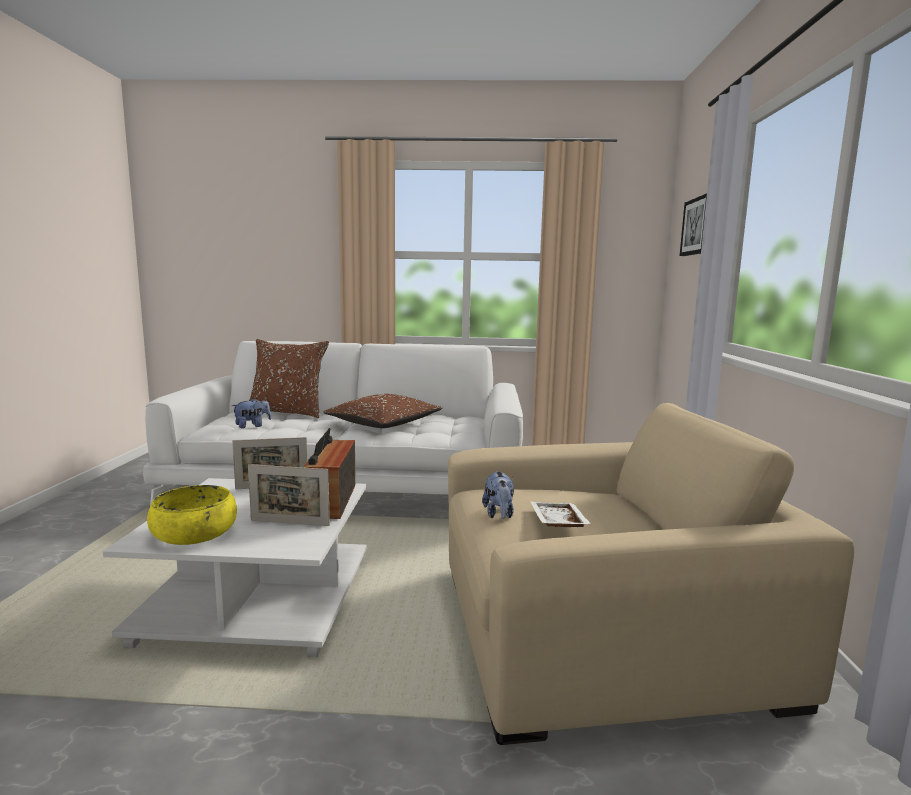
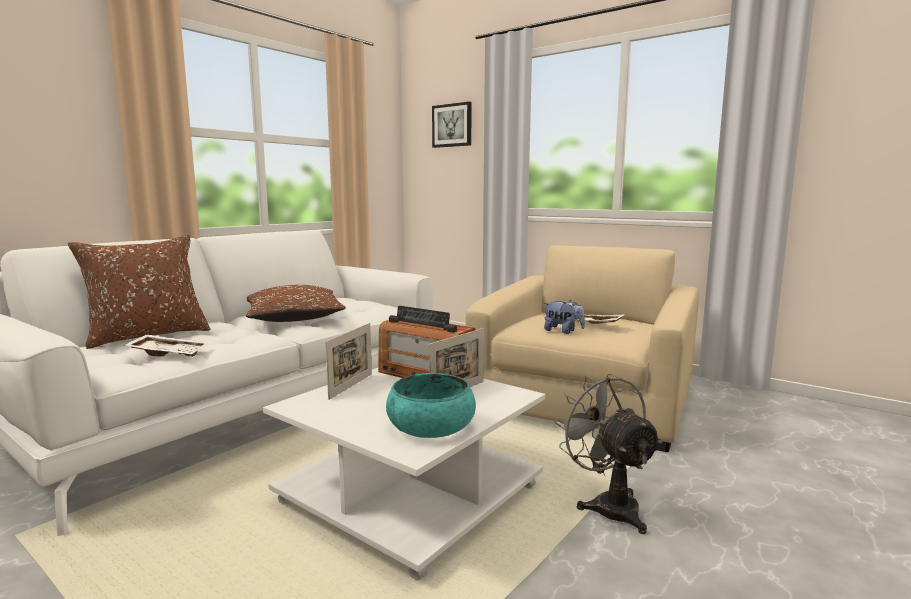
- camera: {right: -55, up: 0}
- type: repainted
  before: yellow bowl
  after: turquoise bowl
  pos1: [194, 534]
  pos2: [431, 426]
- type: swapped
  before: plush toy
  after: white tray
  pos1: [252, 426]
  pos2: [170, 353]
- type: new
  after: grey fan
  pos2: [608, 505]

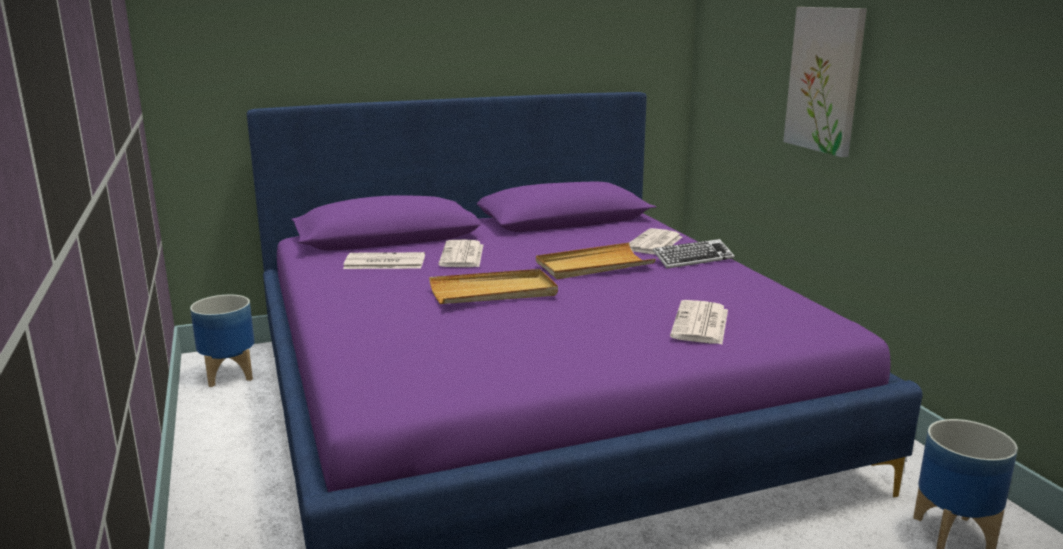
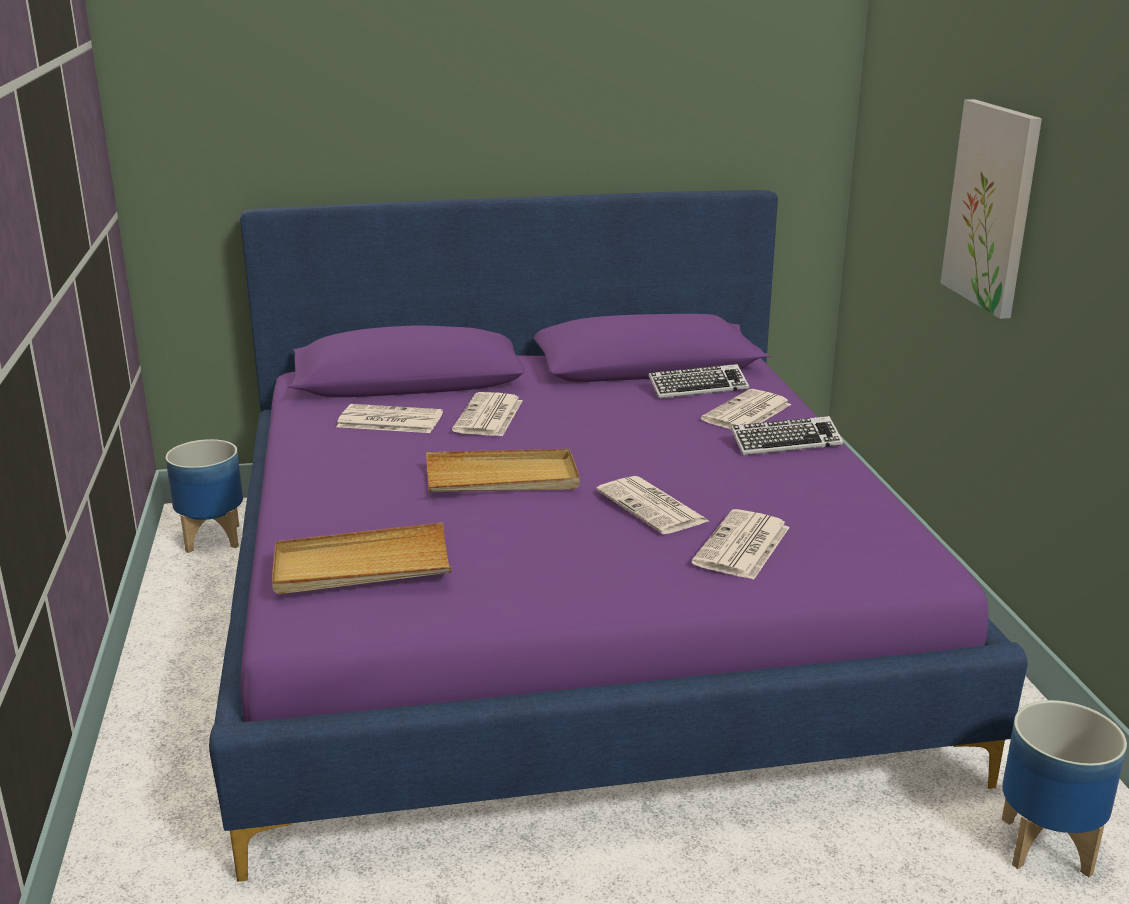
- camera: {right: 10, up: 5}
- type: shifted
  before: beige tray
  pos1: [593, 265]
  pos2: [361, 566]
- type: new
  after: newspaper
  pos2: [653, 507]
- type: new
  after: keyboard
  pos2: [698, 388]

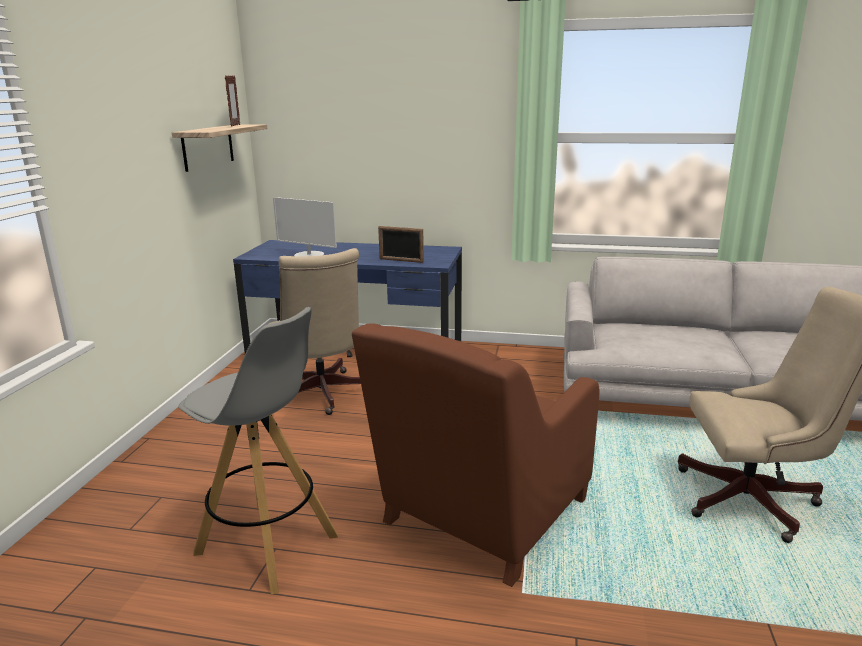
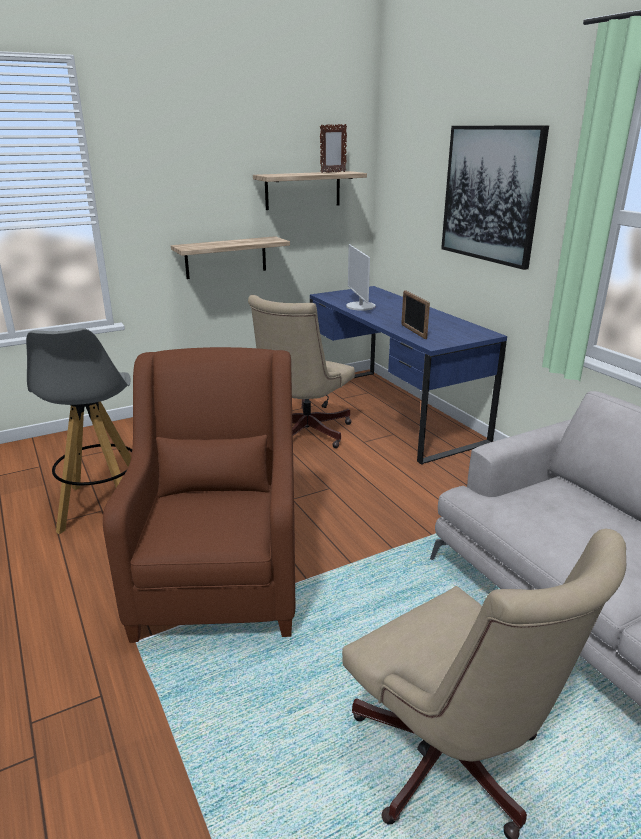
- camera: {right: 50, up: 5}
- type: rotated
  before: brown armchair
  pos1: [481, 515]
  pos2: [220, 577]
  turn: 90
- type: new
  after: shelf
  pos2: [226, 257]
- type: new
  after: picture
  pos2: [491, 194]

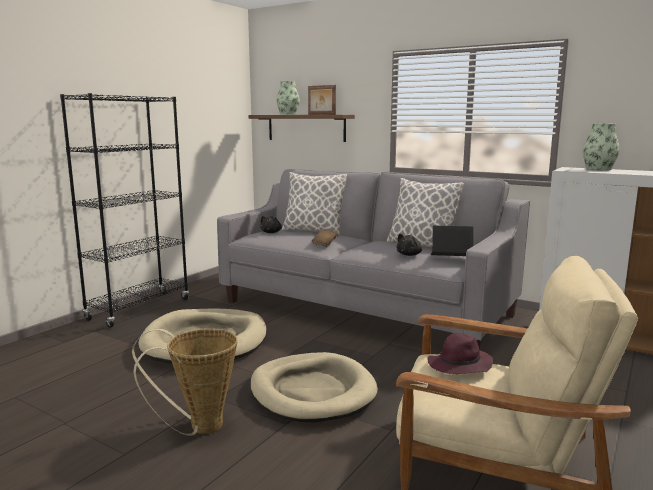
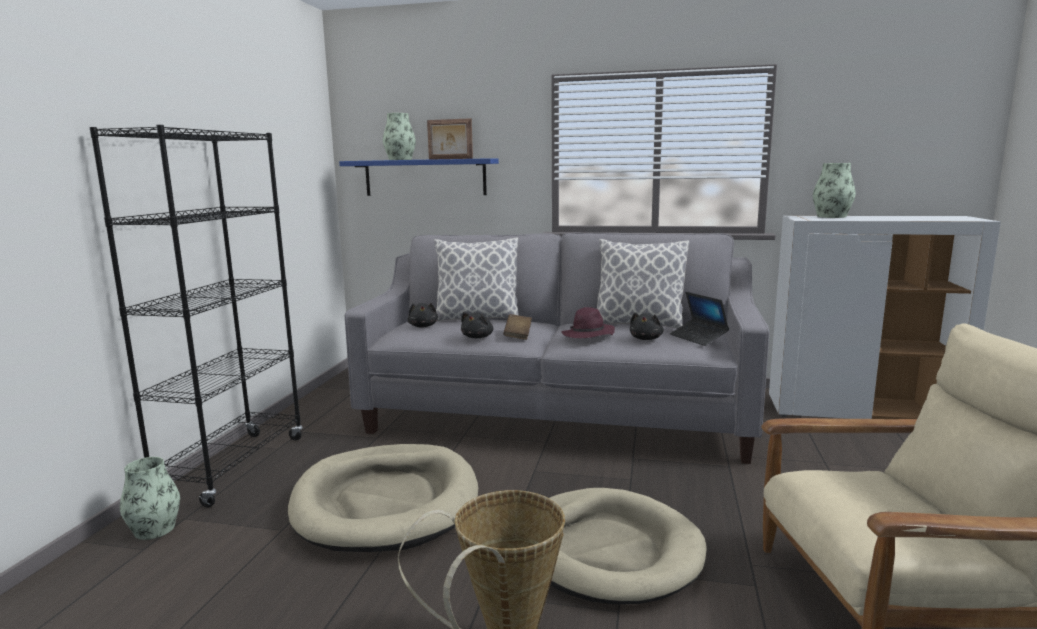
- camera: {right: -20, up: 0}
- type: repainted
  before: brown shelf
  after: blue shelf
  pos1: [306, 128]
  pos2: [425, 177]
- type: shifted
  before: purple hat
  pos1: [459, 366]
  pos2: [588, 335]
- type: rotated
  before: laptop
  pos1: [450, 258]
  pos2: [698, 338]
  turn: -105
- type: new
  after: vase
  pos2: [154, 529]
- type: new
  after: black plush toy
  pos2: [478, 337]

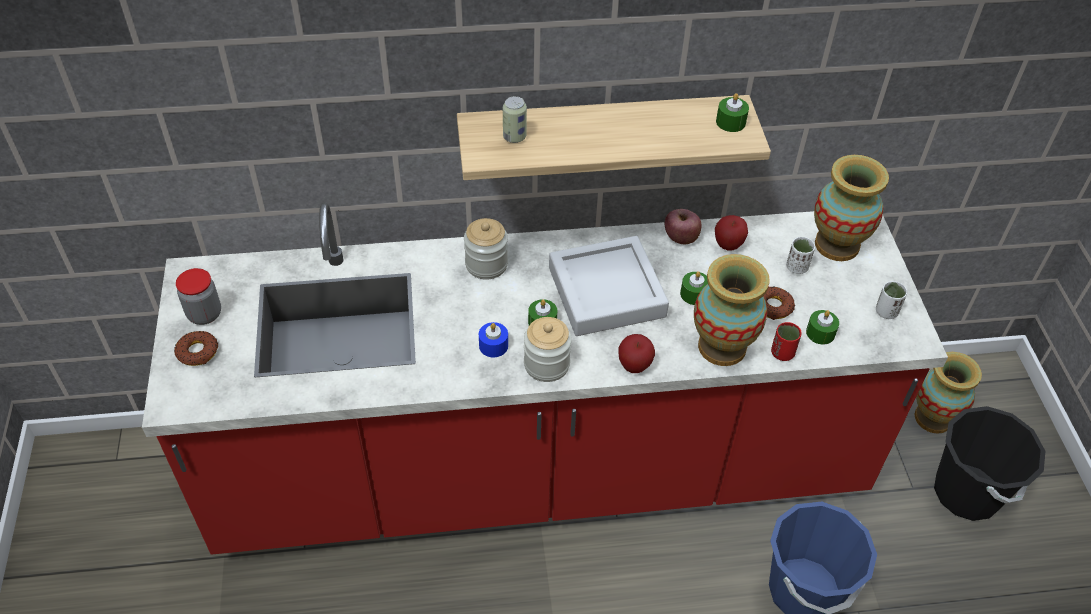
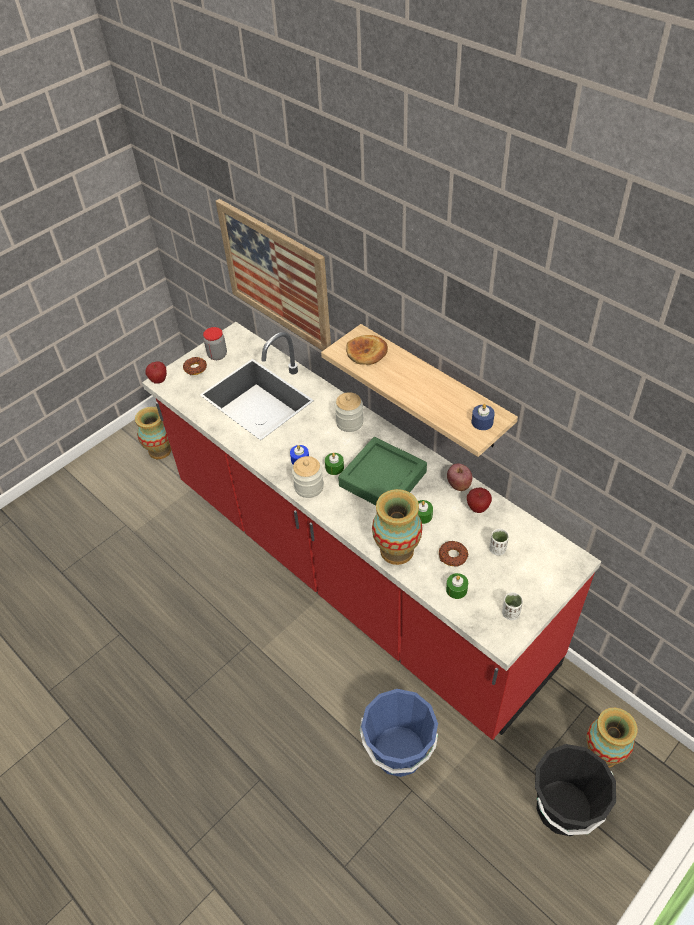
- camera: {right: 55, up: 0}
- type: swapped
  before: can
  after: bread
  pos1: [514, 137]
  pos2: [366, 352]
- type: repainted
  before: grey tray
  after: green tray
  pos1: [606, 292]
  pos2: [382, 479]
- type: shifted
  before: apple
  pos1: [634, 366]
  pos2: [159, 380]
- type: repainted
  before: green candle
  after: blue candle
  pos1: [730, 122]
  pos2: [482, 422]
- type: gone
  before: red cup
  pos1: [782, 353]
- type: shifted
  before: vase
  pos1: [837, 245]
  pos2: [160, 451]
- type: new
  after: picture
  pos2: [276, 276]

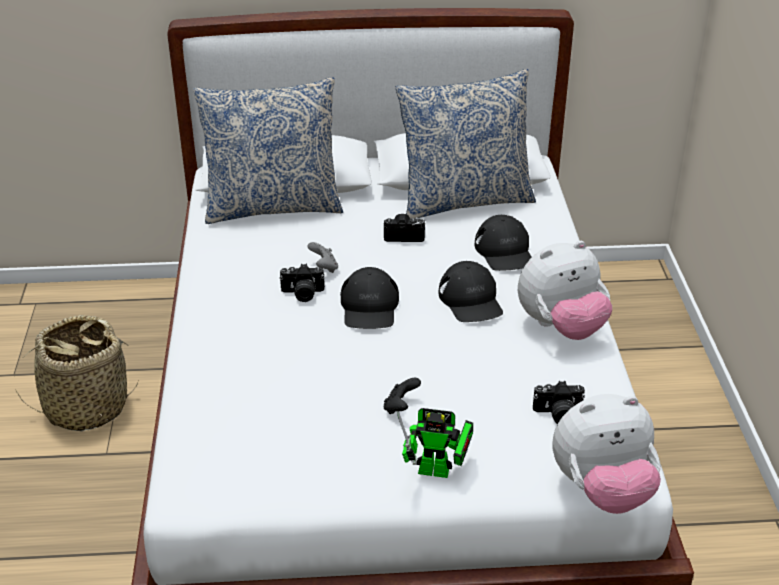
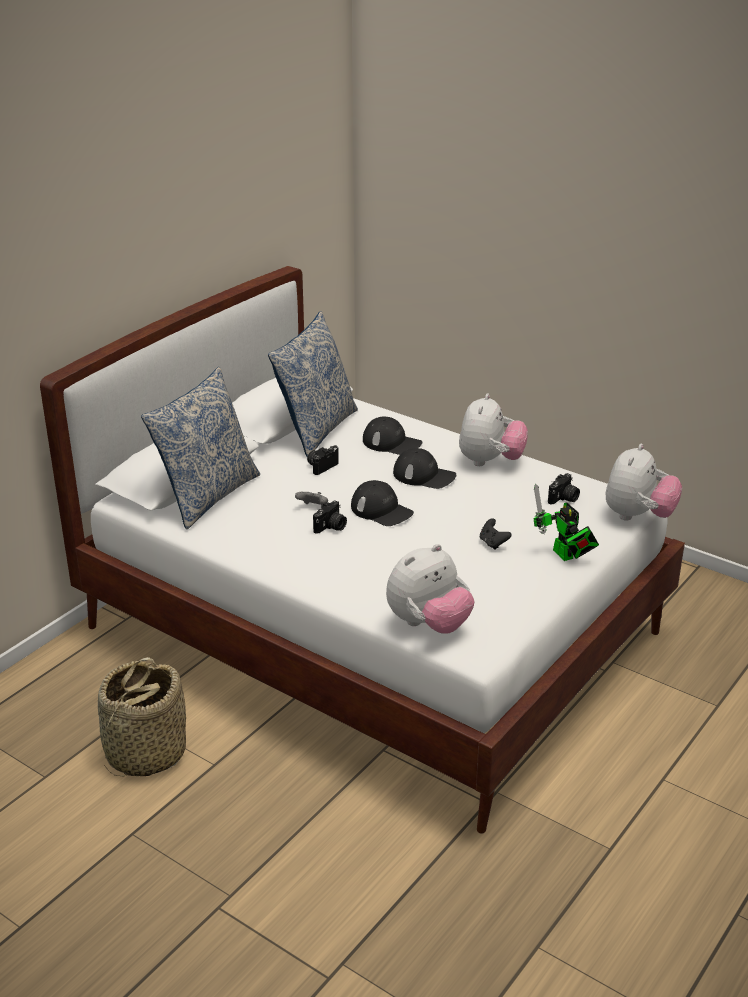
- camera: {right: -50, up: -5}
- type: rotated
  before: toy robot
  pos1: [439, 471]
  pos2: [565, 556]
  turn: 105
- type: new
  after: plush toy
  pos2: [428, 624]

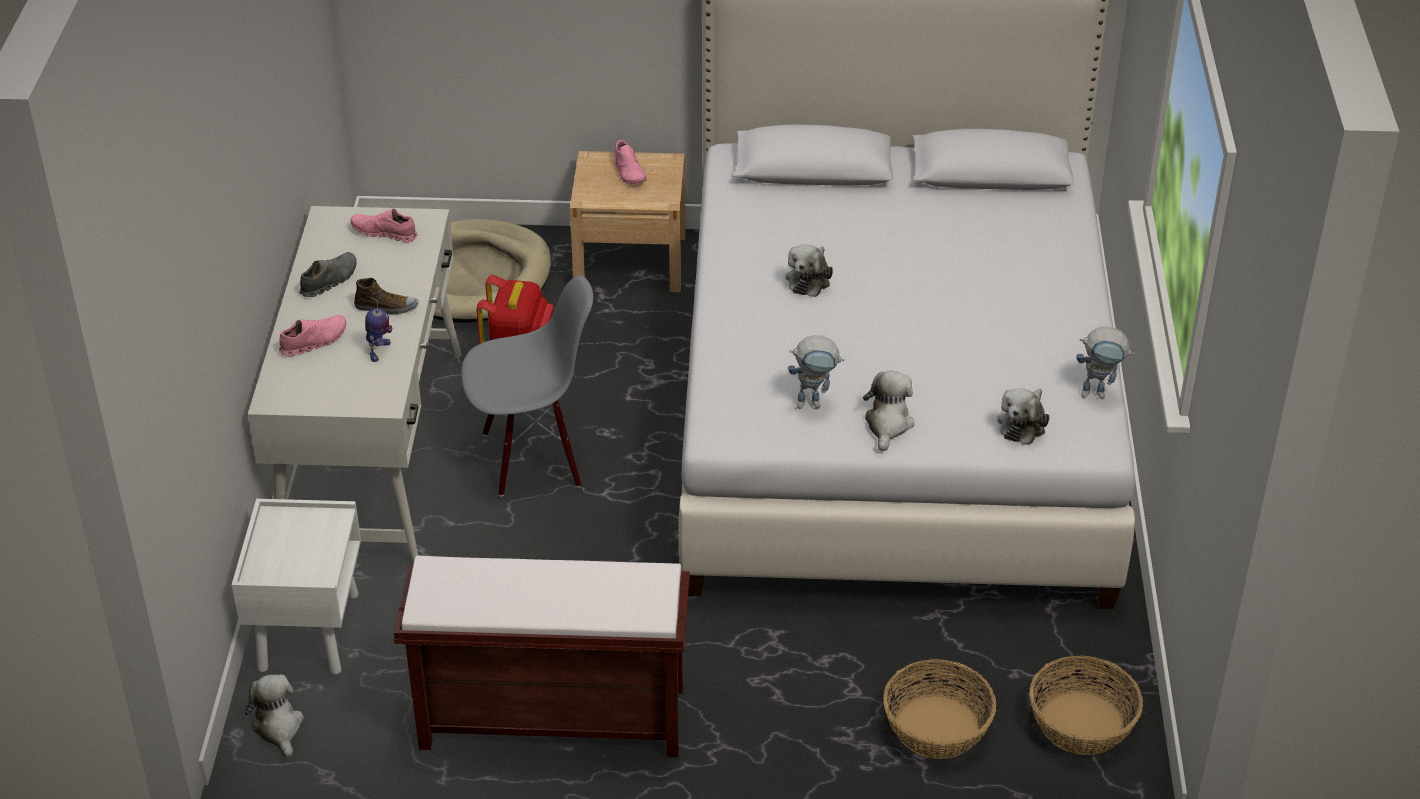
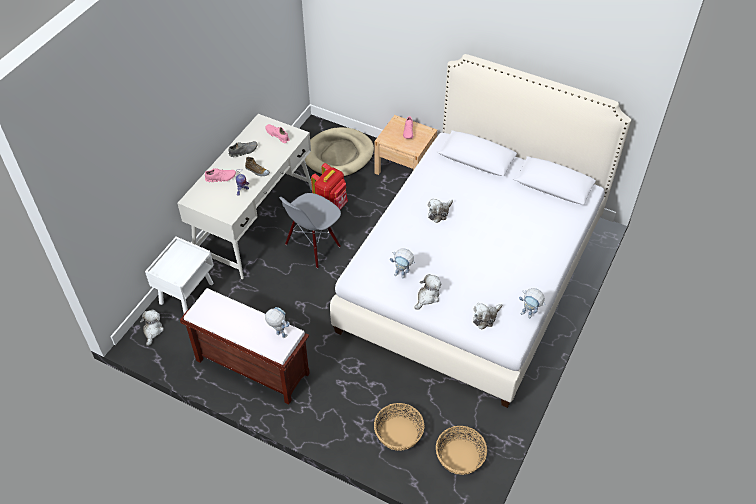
- camera: {right: 25, up: 10}
- type: rotated
  before: grey chair
  pos1: [532, 457]
  pos2: [313, 246]
  turn: 120
- type: new
  after: toy robot
  pos2: [278, 334]

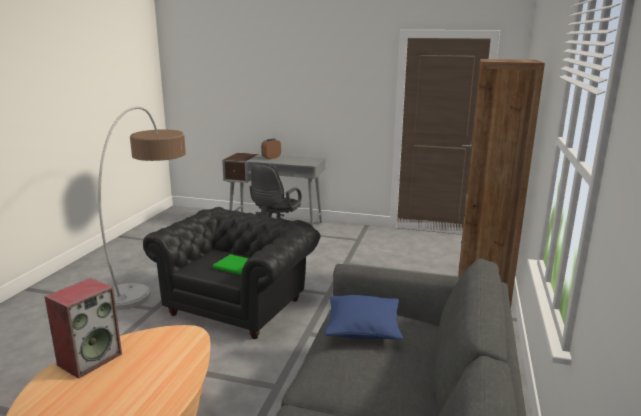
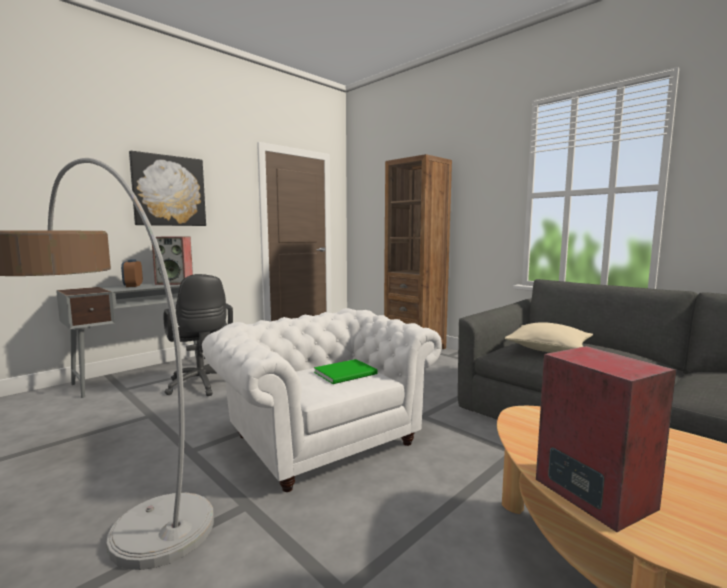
- camera: {right: -60, up: -10}
- type: repainted
  before: black armchair
  after: white armchair
  pos1: [239, 304]
  pos2: [321, 436]
- type: repainted
  before: blue pillow
  after: beige pillow
  pos1: [363, 328]
  pos2: [548, 348]
- type: new
  after: picture
  pos2: [169, 191]
- type: new
  after: speaker
  pos2: [175, 283]

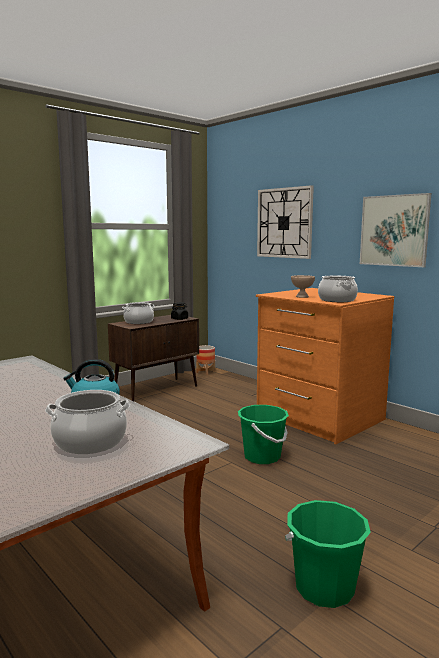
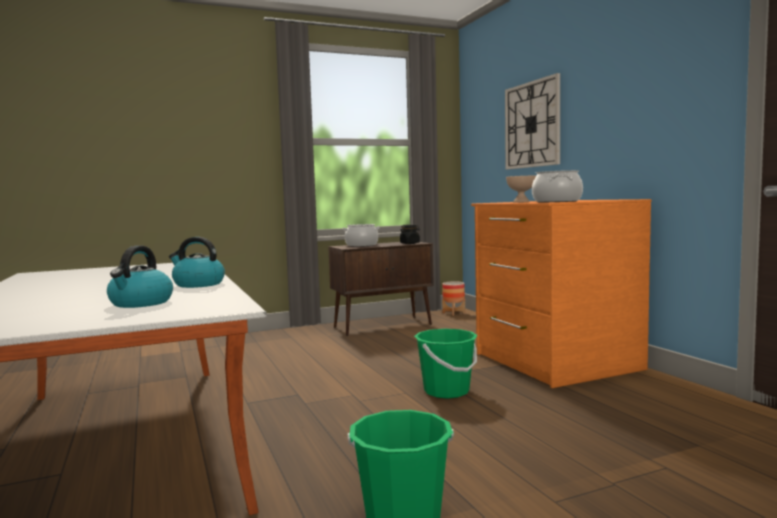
- camera: {right: 20, up: -5}
- type: swapped
  before: cooking pot
  after: kettle
  pos1: [90, 441]
  pos2: [141, 303]
- type: gone
  before: picture
  pos1: [394, 230]

